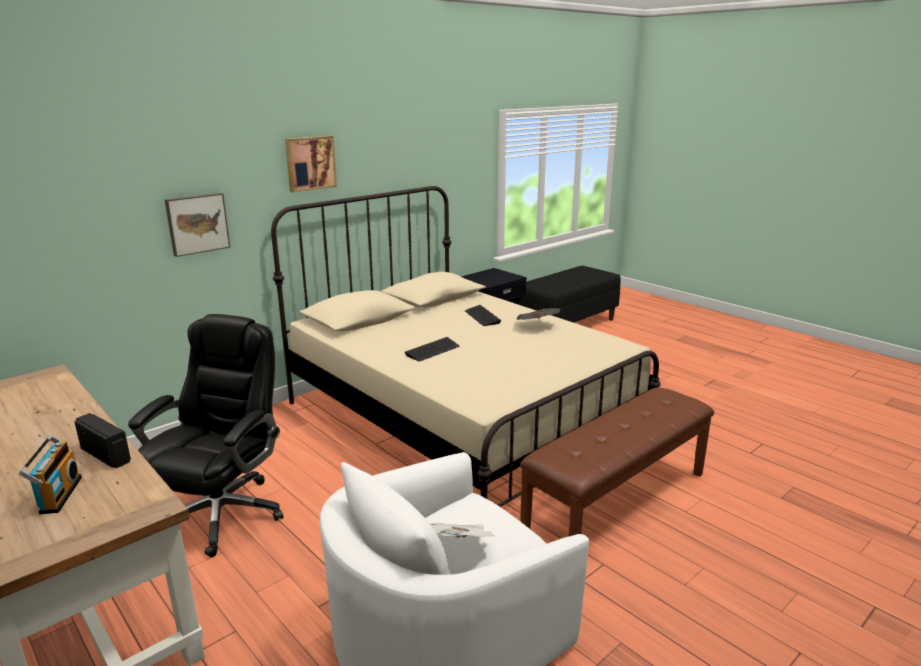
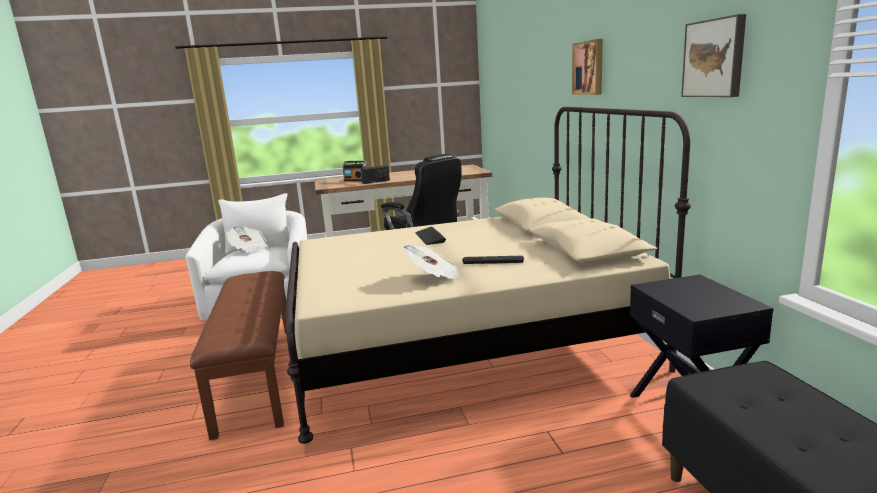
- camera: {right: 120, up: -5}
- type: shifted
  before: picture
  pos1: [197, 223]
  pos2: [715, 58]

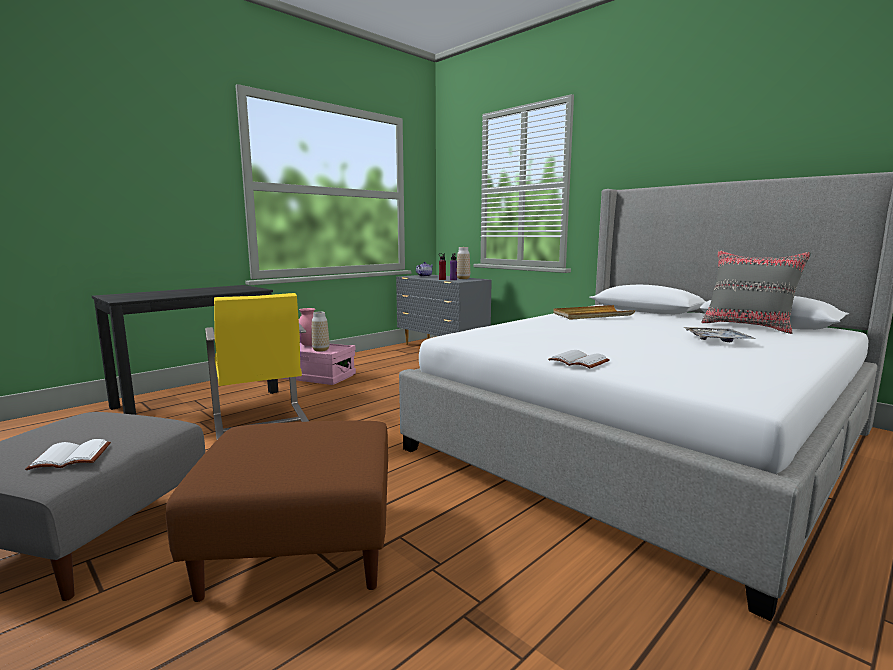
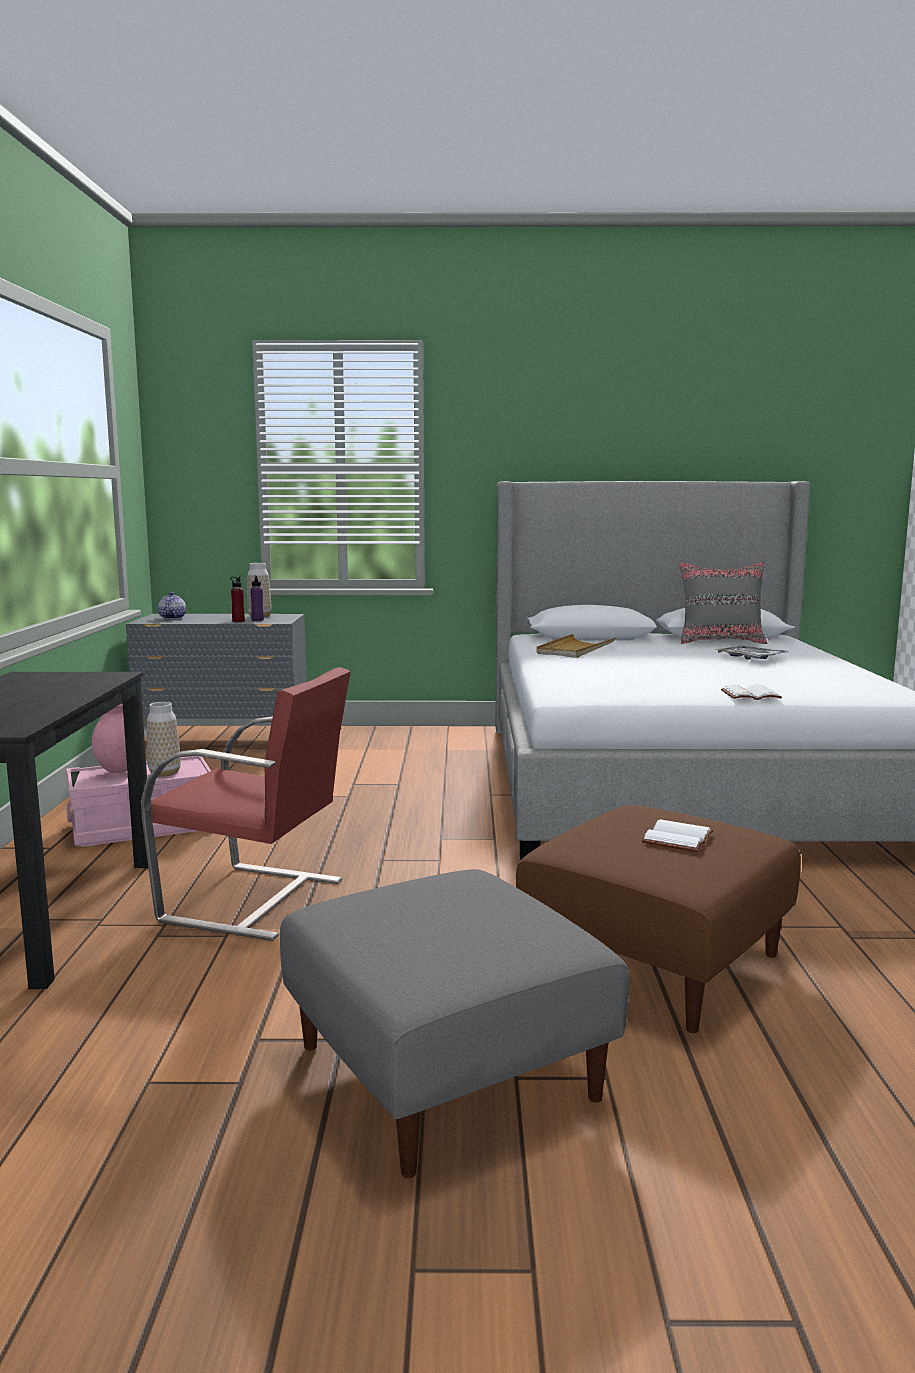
- camera: {right: -45, up: 0}
- type: shifted
  before: white book
  pos1: [69, 458]
  pos2: [679, 839]
- type: repainted
  before: yellow chair
  after: red chair
  pos1: [260, 421]
  pos2: [256, 901]

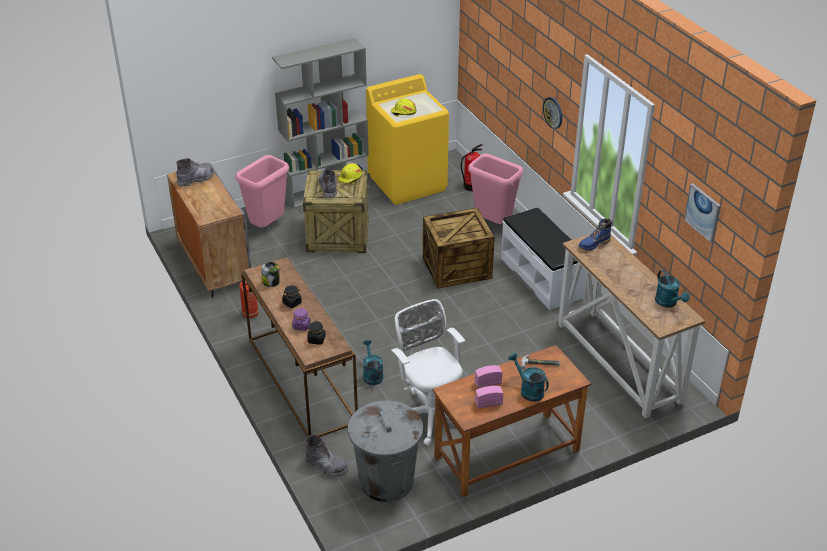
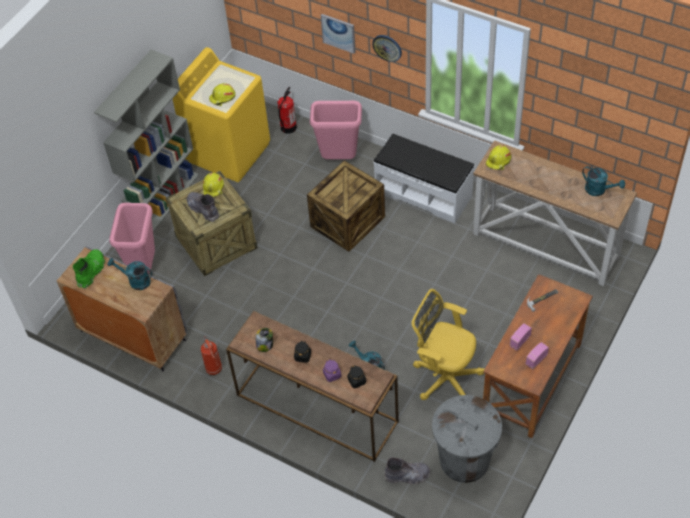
- camera: {right: -30, up: 15}
- type: repainted
  before: grey boot
  after: green boot
  pos1: [196, 179]
  pos2: [91, 271]
- type: repainted
  before: white office chair
  after: yellow office chair
  pos1: [430, 413]
  pos2: [444, 377]
- type: shifted
  before: turquoise watering can
  pos1: [528, 390]
  pos2: [135, 281]
- type: swapped
  before: blue boot
  after: yellow hard hat
  pos1: [594, 244]
  pos2: [498, 161]
- type: shifted
  before: picture
  pos1: [703, 212]
  pos2: [338, 33]

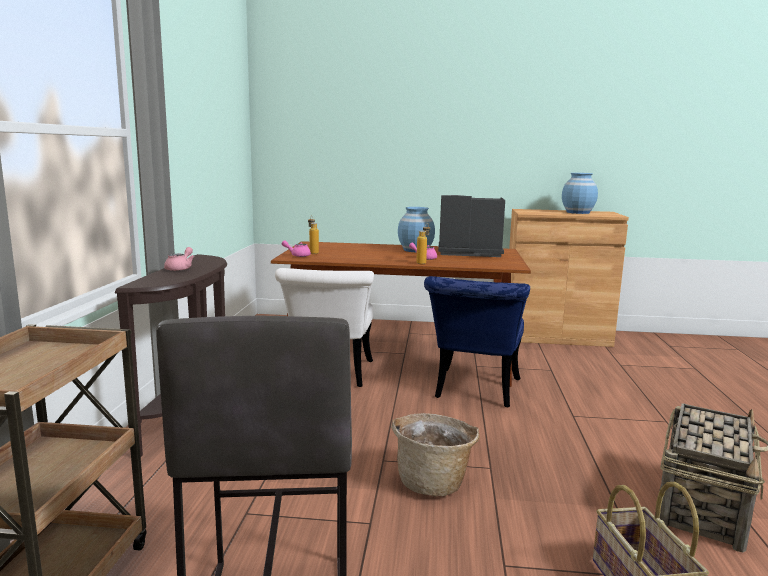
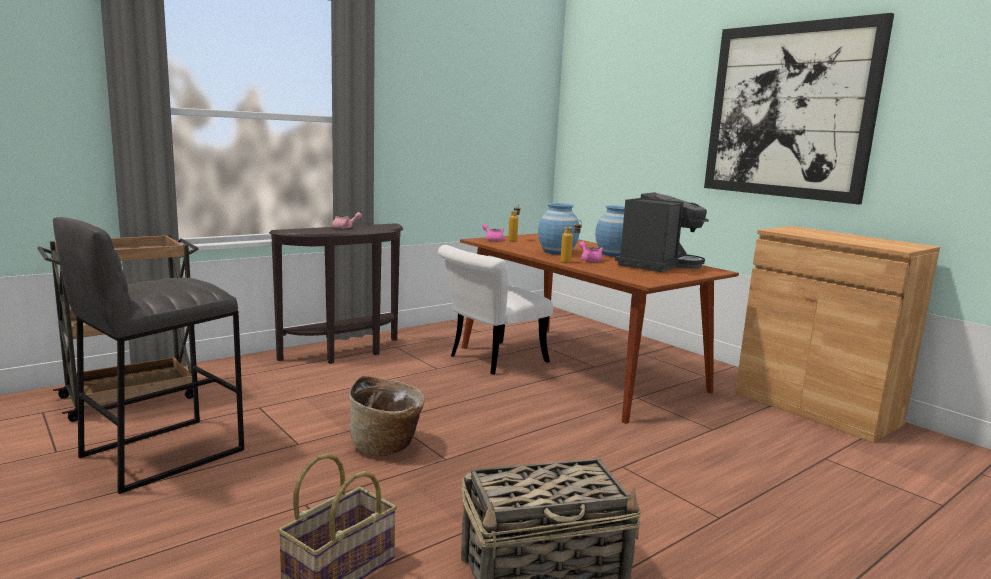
- camera: {right: 45, up: 0}
- type: gone
  before: blue chair
  pos1: [474, 391]
- type: rotated
  before: coffee machine
  pos1: [467, 253]
  pos2: [658, 265]
  turn: 75
- type: shifted
  before: blue vase
  pos1: [578, 212]
  pos2: [557, 252]
- type: new
  after: picture
  pos2: [789, 111]

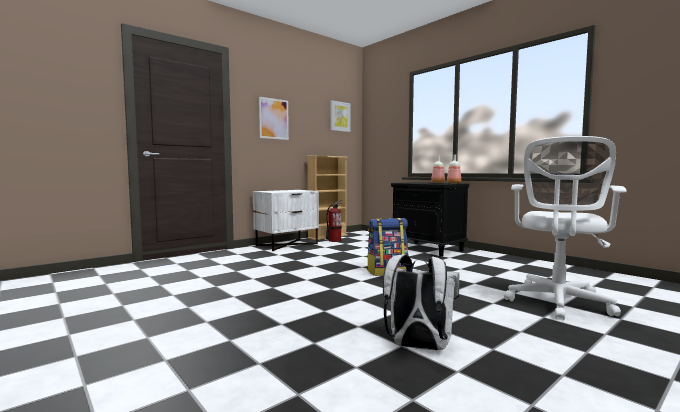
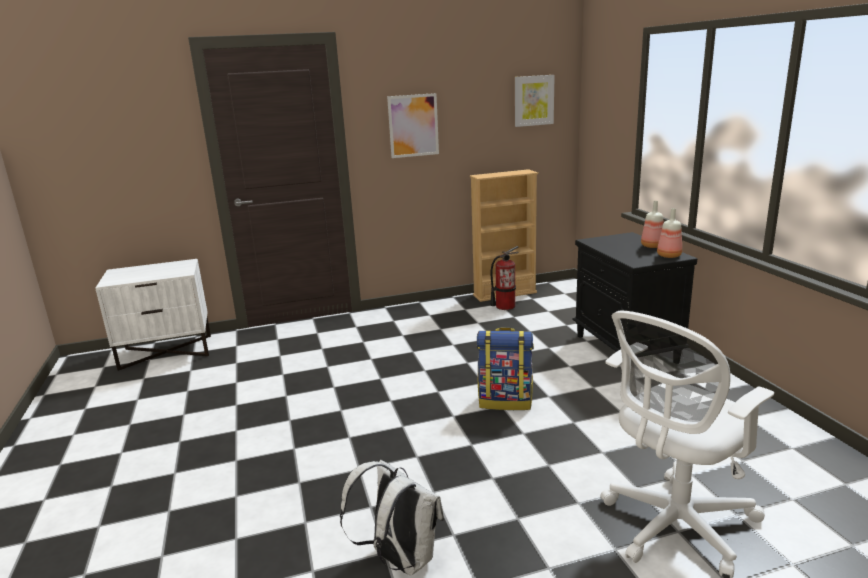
- camera: {right: 25, up: 15}
- type: shifted
  before: white nightstand
  pos1: [287, 244]
  pos2: [167, 351]

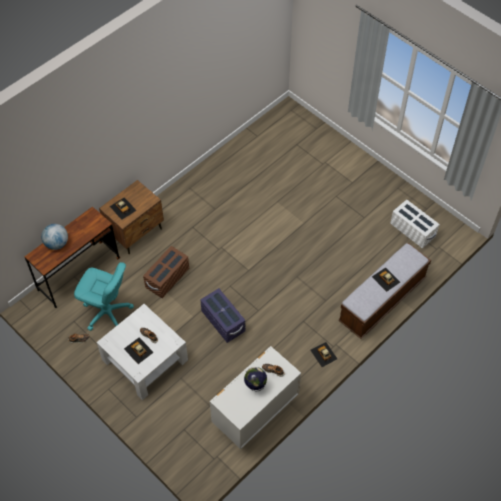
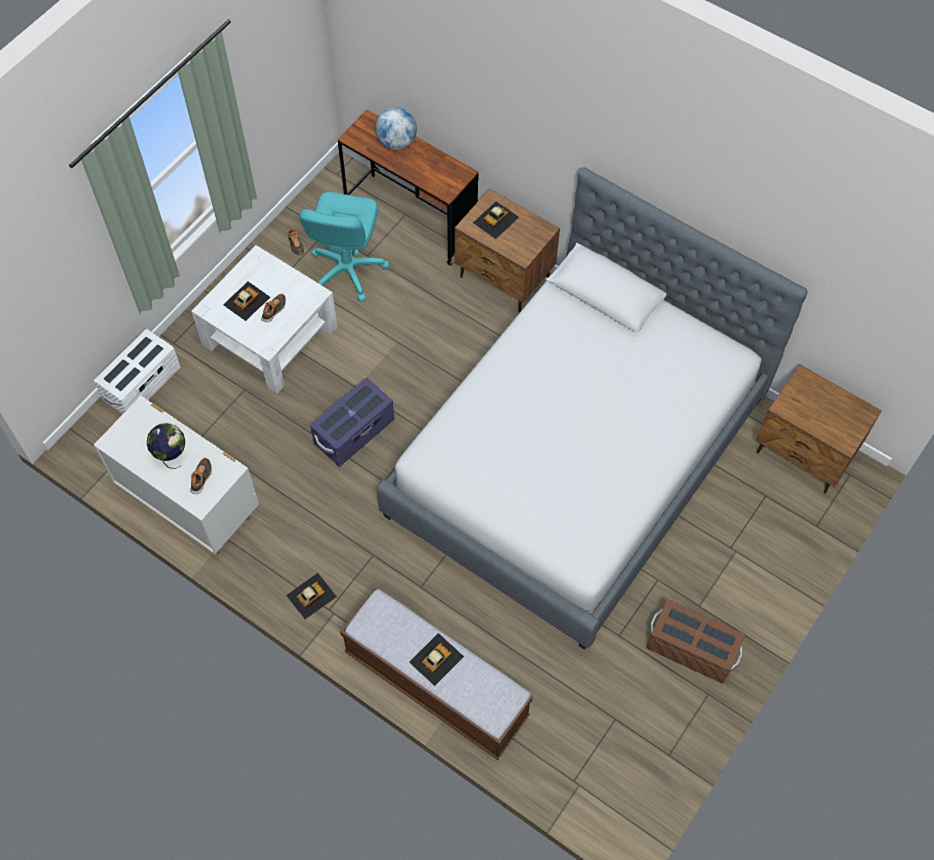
- camera: {right: 80, up: 5}
- type: shifted
  before: brown storage box
  pos1: [167, 278]
  pos2: [691, 648]
- type: shifted
  before: white storage box
  pos1: [412, 230]
  pos2: [142, 384]
- type: new
  after: bed
  pos2: [577, 456]
- type: new
  after: brown nightstand
  pos2: [804, 453]

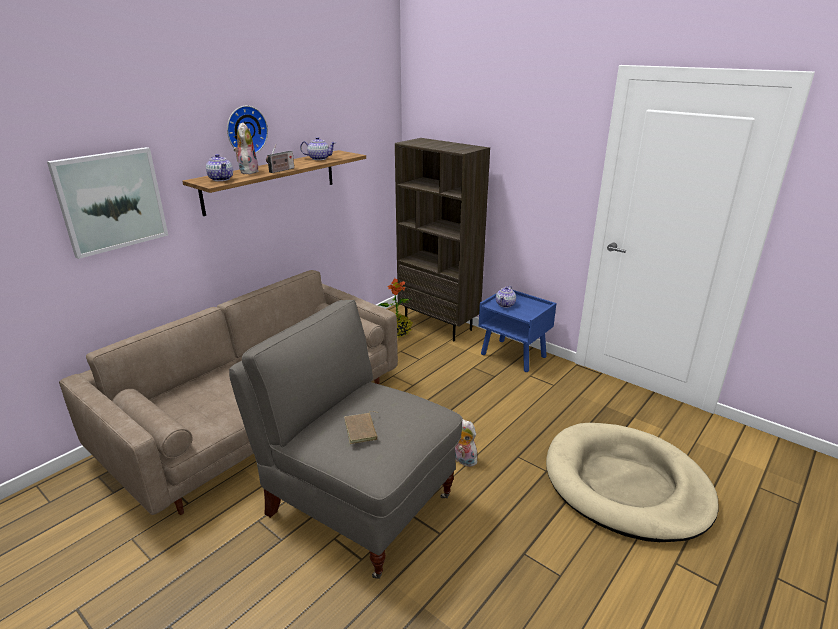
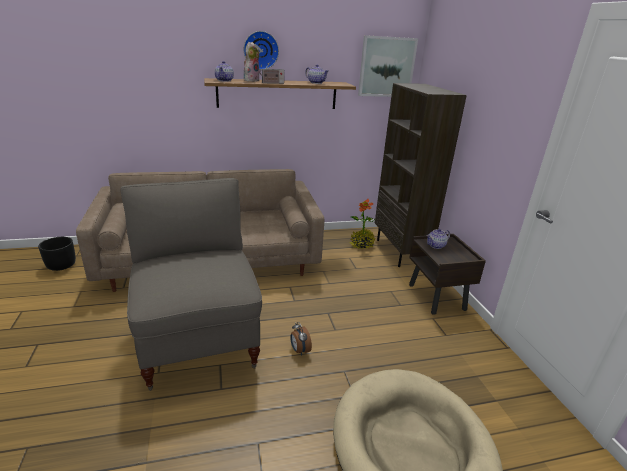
- camera: {right: 35, up: 0}
- type: shifted
  before: picture
  pos1: [111, 201]
  pos2: [386, 67]
- type: gone
  before: brown book
  pos1: [362, 430]
- type: swapped
  before: plush toy
  after: alarm clock
  pos1: [463, 460]
  pos2: [299, 350]
- type: repainted
  before: blue nightstand
  after: brown nightstand
  pos1: [514, 356]
  pos2: [437, 297]
- type: new
  after: black planter
  pos2: [61, 265]

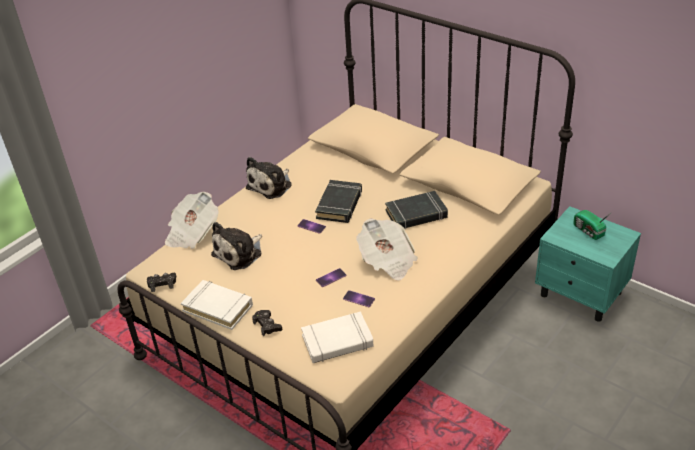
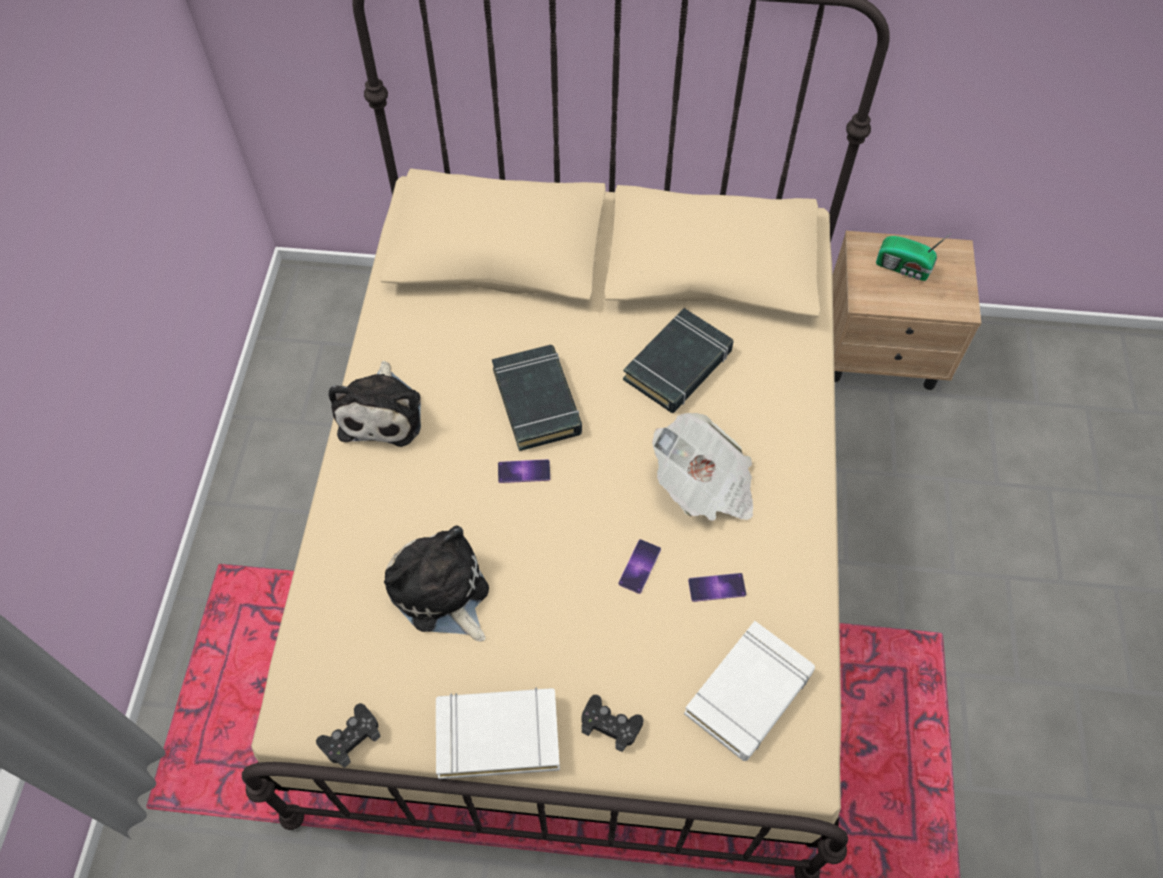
- camera: {right: -35, up: 20}
- type: gone
  before: newspaper
  pos1: [192, 233]
- type: rotated
  before: plush toy
  pos1: [239, 253]
  pos2: [441, 593]
  turn: 135
- type: repainted
  before: turquoise nightstand
  after: beige nightstand
  pos1: [581, 294]
  pos2: [882, 353]

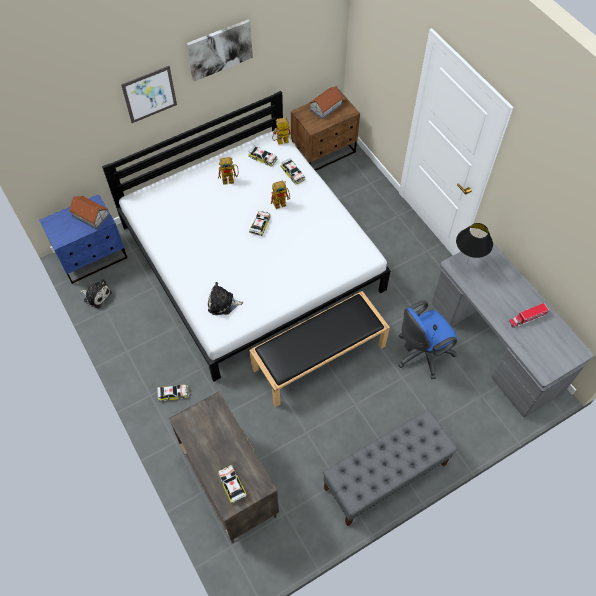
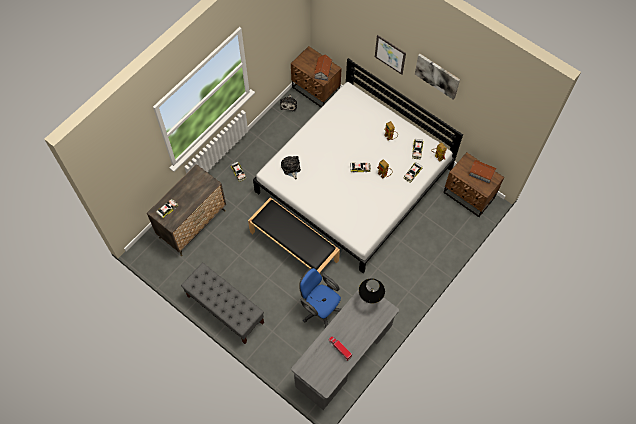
- camera: {right: 70, up: 5}
- type: repainted
  before: blue nightstand
  after: brown nightstand
  pos1: [93, 257]
  pos2: [315, 90]

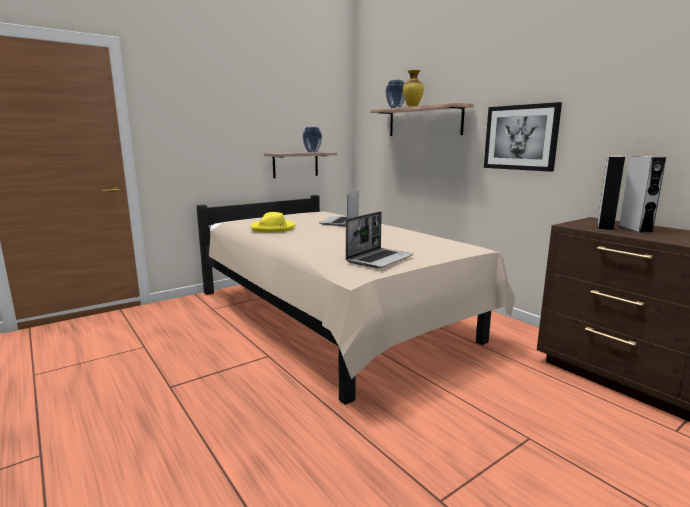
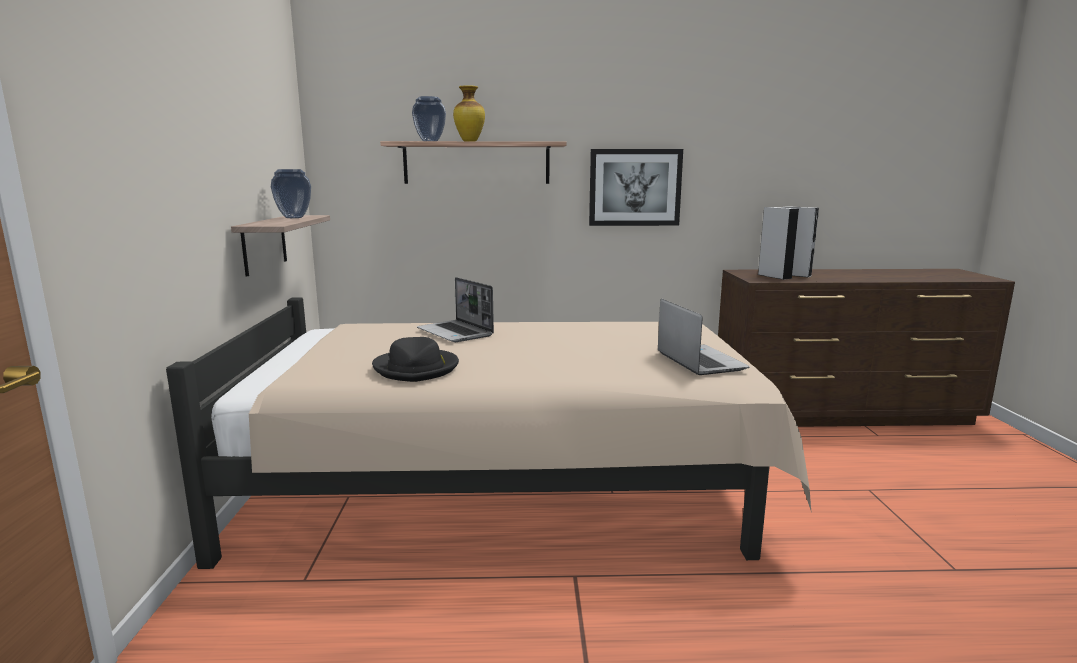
- camera: {right: -55, up: 0}
- type: repainted
  before: yellow hat
  after: black hat
  pos1: [273, 228]
  pos2: [417, 368]

